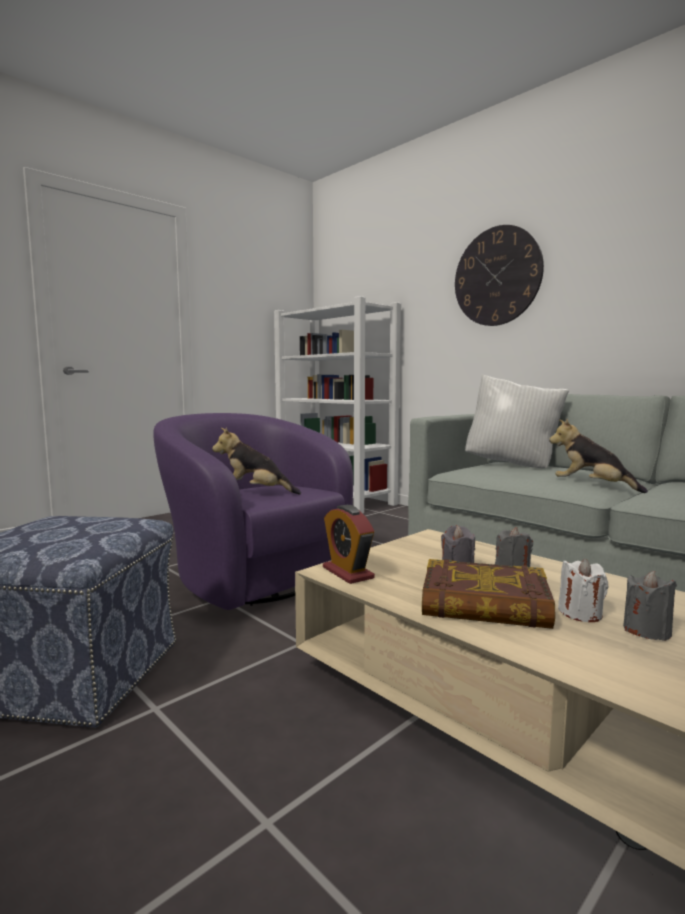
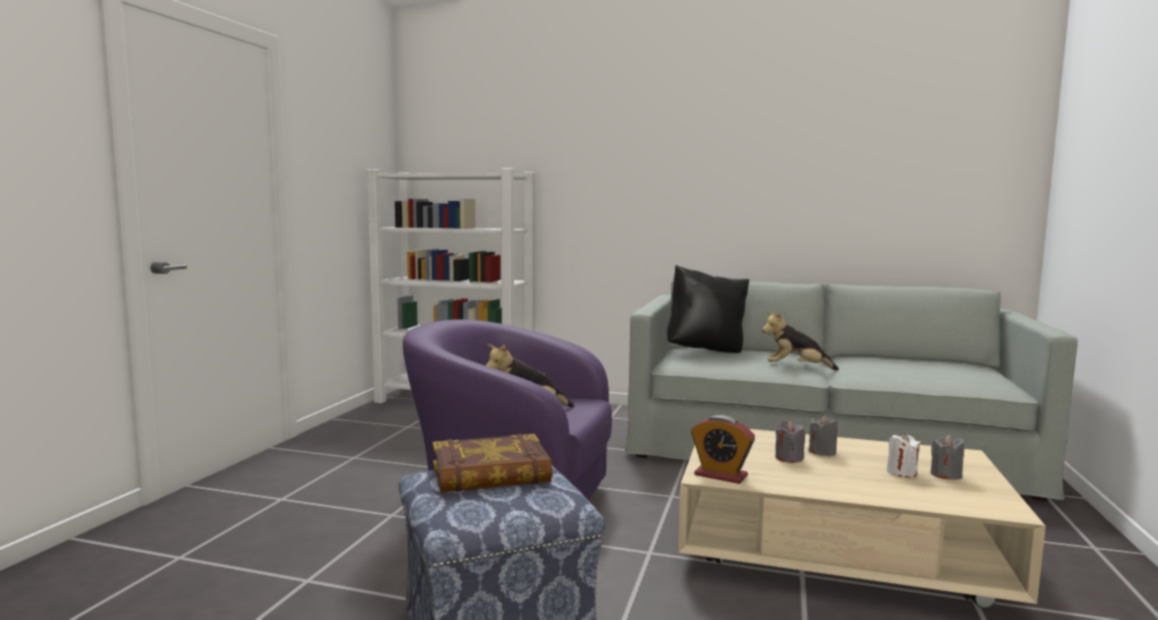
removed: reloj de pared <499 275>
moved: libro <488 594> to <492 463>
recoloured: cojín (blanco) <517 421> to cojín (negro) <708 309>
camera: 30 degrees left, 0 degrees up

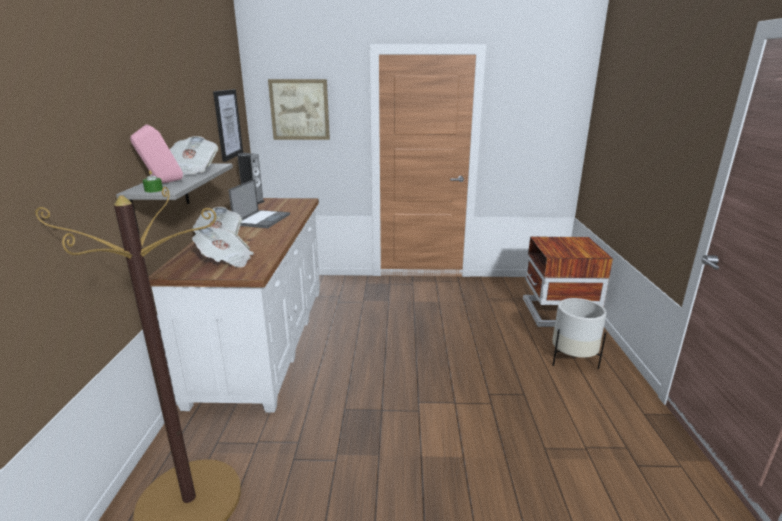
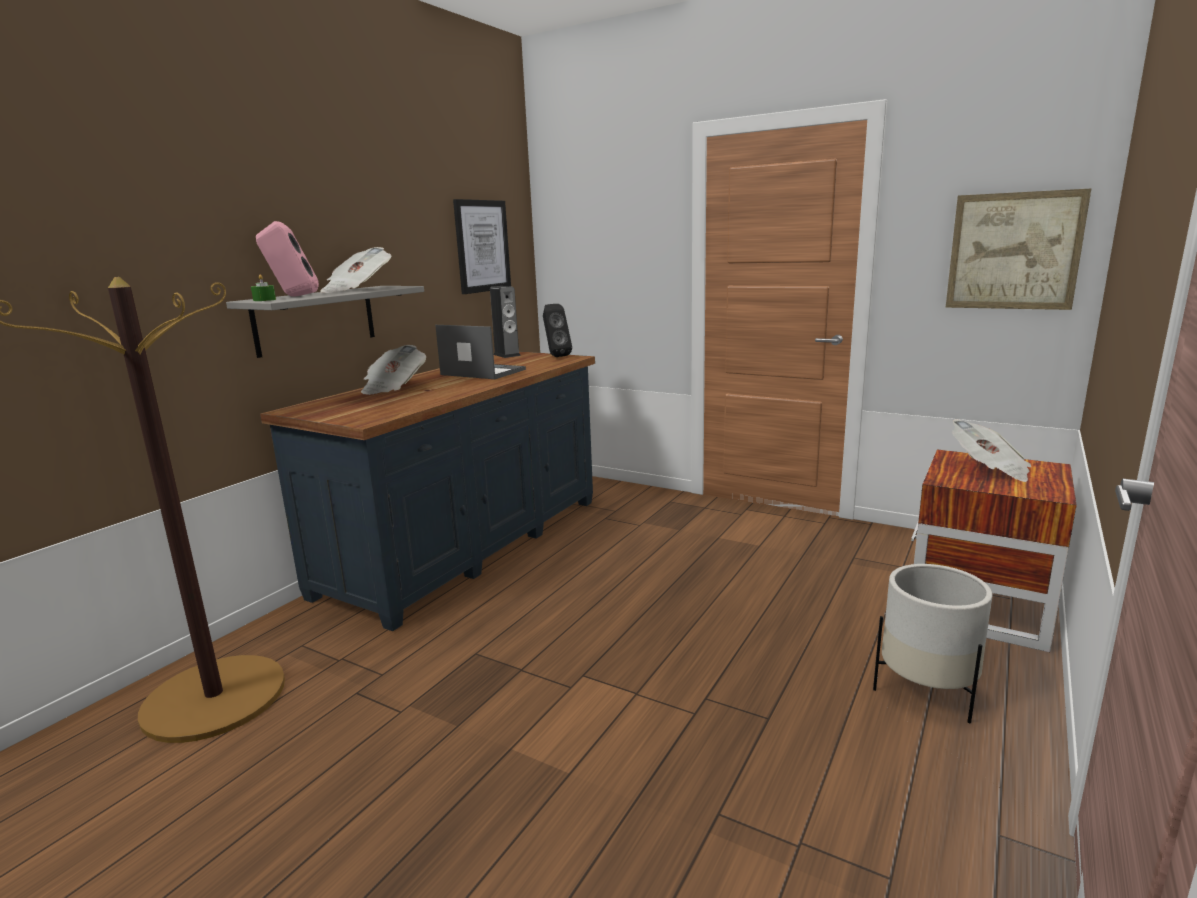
added: altavoz (negro) <557 330>
moved: periódico <223 247> to <991 450>; cuadro <299 109> to <1018 249>
recoloured: cómoda (blanco) <234 305> to cómoda (azul) <427 491>
turned: portátil <259 203> = <480 352> 105 degrees counterclockwise
camera: 30 degrees right, 5 degrees down

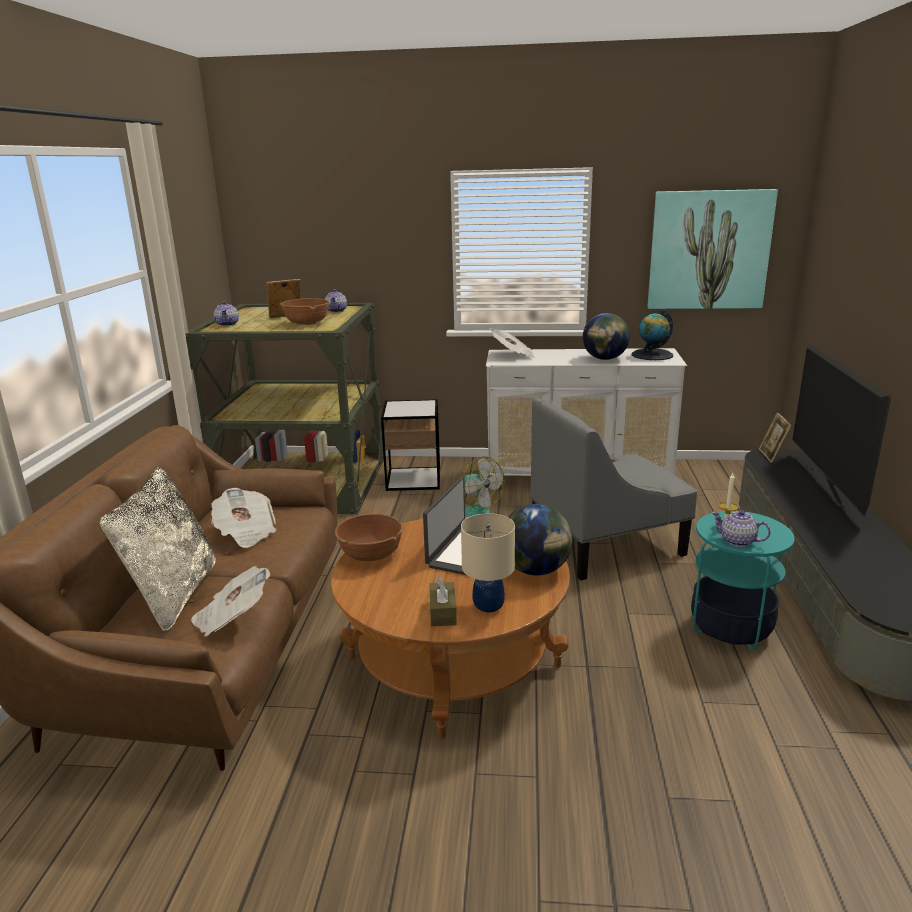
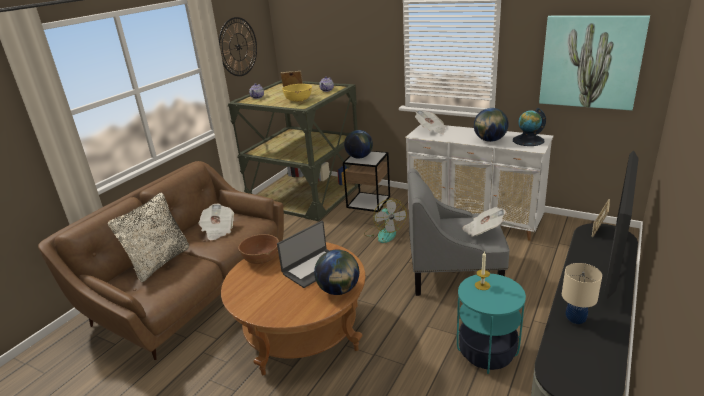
removed: caja de pañuelos (marrón) <443 601>; tetera <741 528>
added: reloj de pared <238 46>; globo terráqueo <358 144>
moved: periódico <230 601> to <484 222>; lámpara de mesa (beis) <488 563> to <582 293>
recoloured: cuenco (marrón) <304 311> to cuenco (amarillo) <297 93>
camera: 25 degrees right, 5 degrees up

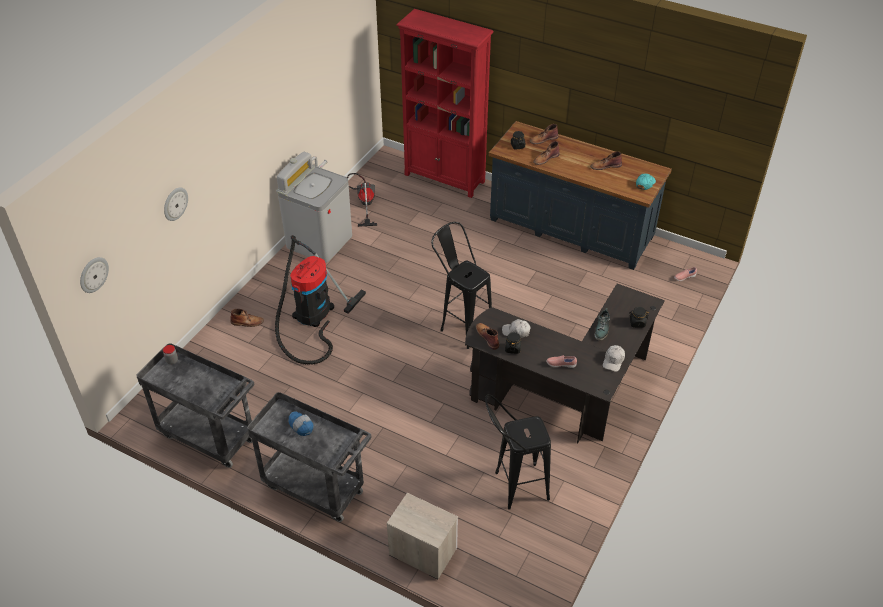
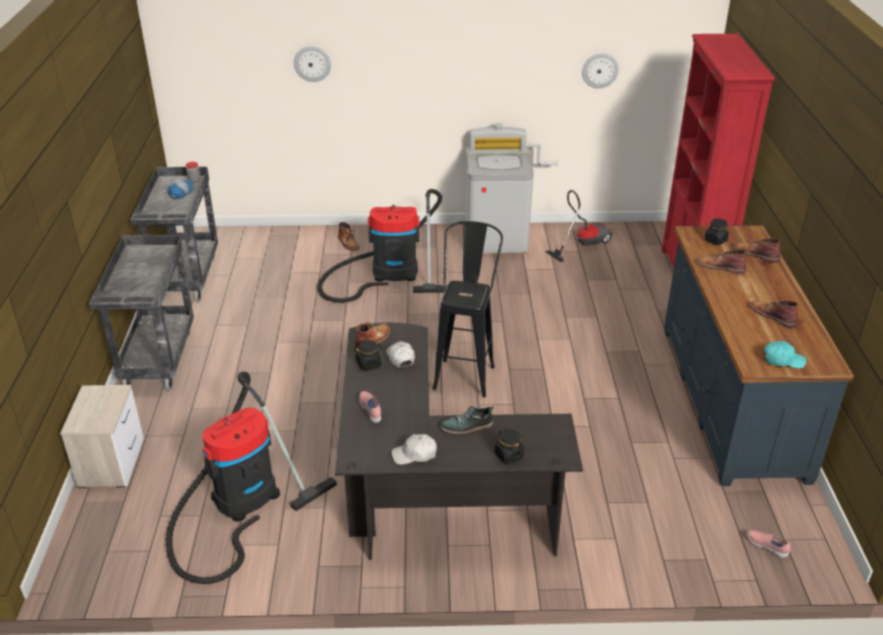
moved: reloj de pared <94 275> to <600 70>; gorra <301 423> to <180 189>
replaced: taburete (negro) <518 451> to aspiradora <251 477>
camera: 60 degrees right, 10 degrees down

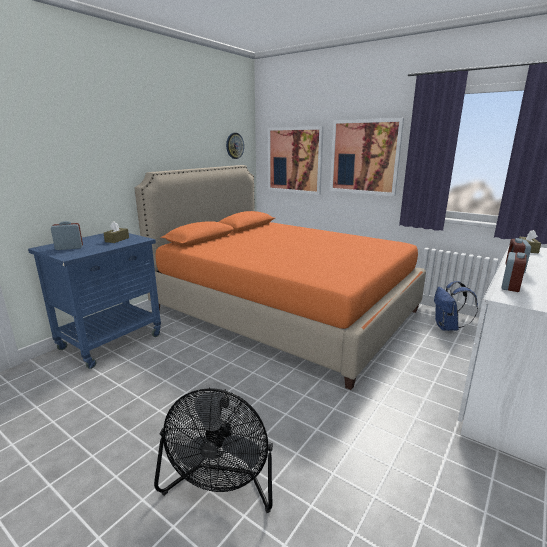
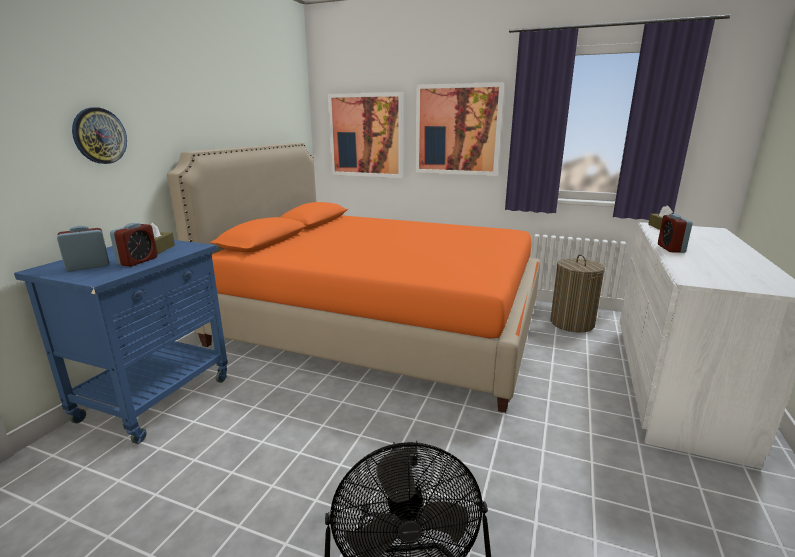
moved: reloj de pared <235 146> to <99 135>; despertador <514 272> to <133 245>
replaced: mochila (azul) <456 306> to cesto de la ropa <577 293>
camera: 15 degrees left, 0 degrees up

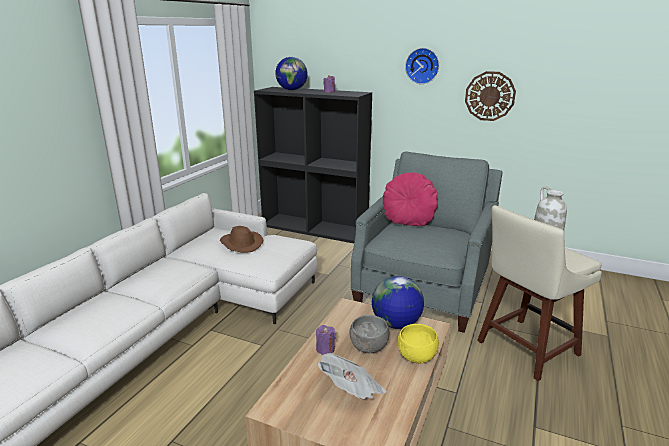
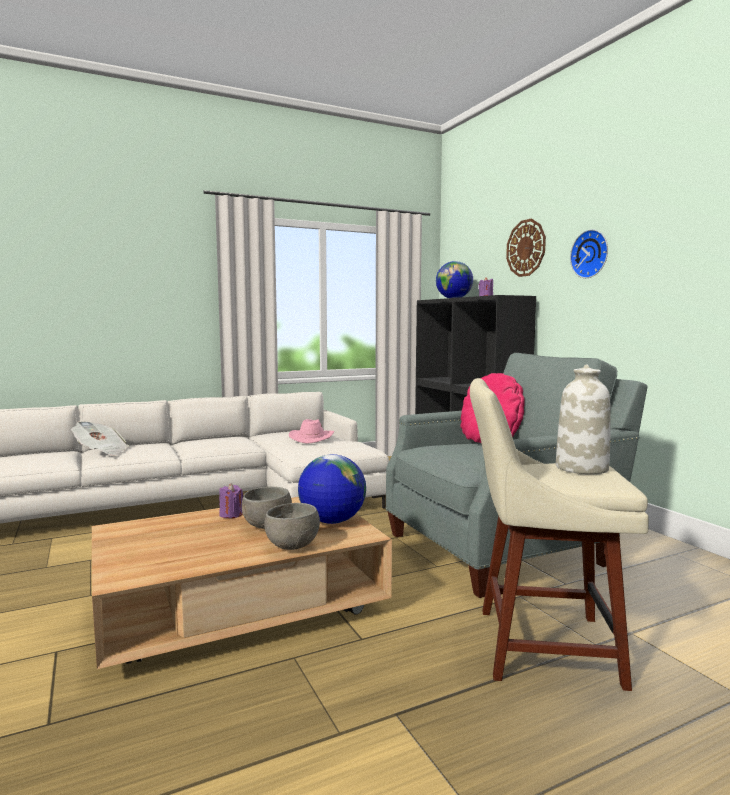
moved: periódico <351 376> to <100 438>; reloj de pared <490 96> to <526 248>
recoloured: sombrero (marrón) <241 239> to sombrero (rosa) <311 431>; cuenco (amarillo) <418 343> to cuenco (gris) <292 526>
camera: 40 degrees right, 15 degrees down

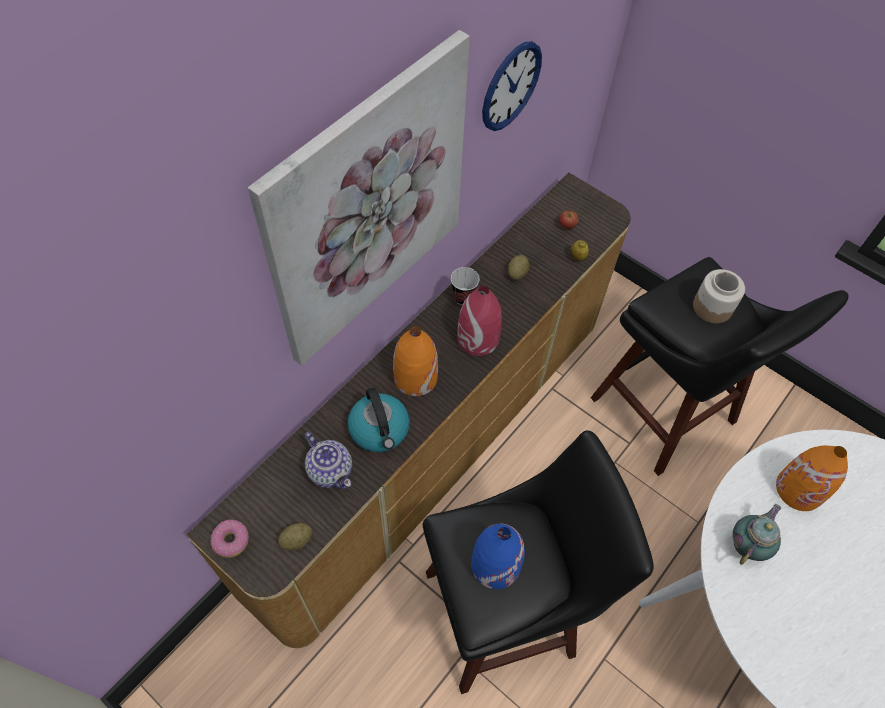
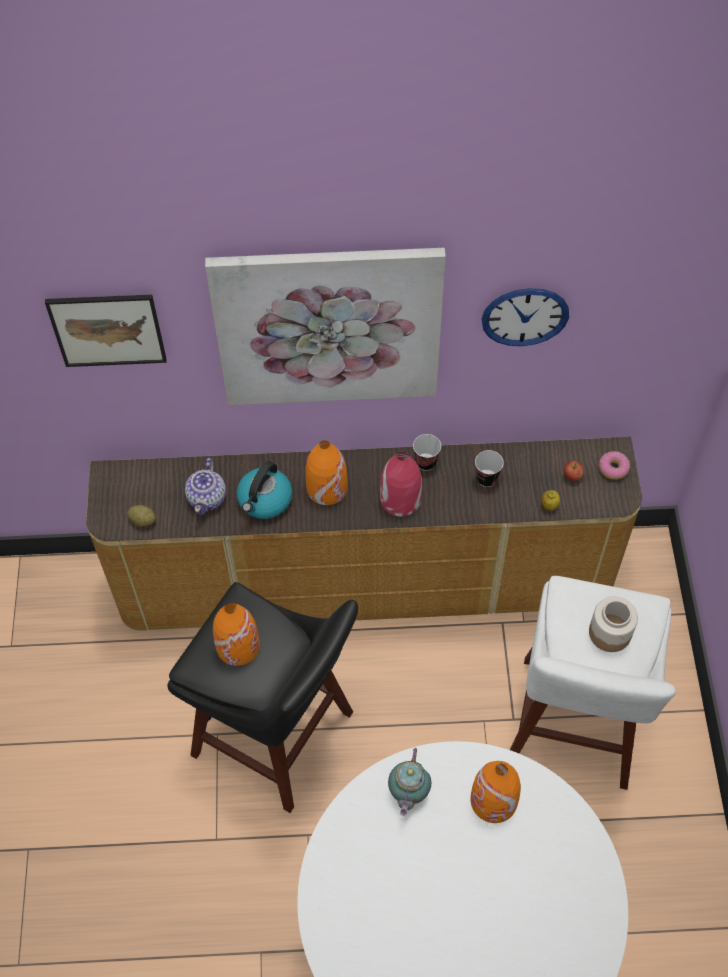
added: cuadro <106 330>
moved: rosquilla <229 539> to <614 465>
replaced: patata <518 267> to taza <489 468>
recoloured: florero (azul) <498 556> to florero (naranja) <236 634>; taburete (negro) <720 366> to taburete (blanco) <593 683>
turned: tetera <757 534> = <409 782> 105 degrees clockwise
camera: 50 degrees right, 0 degrees up

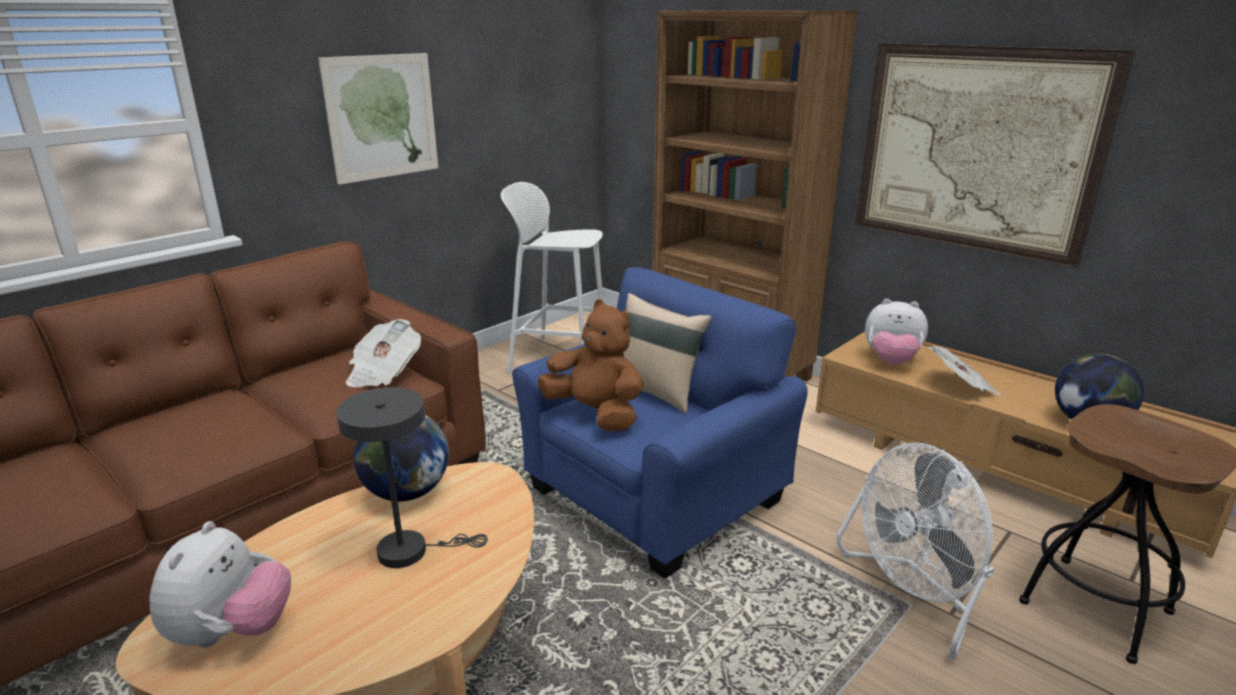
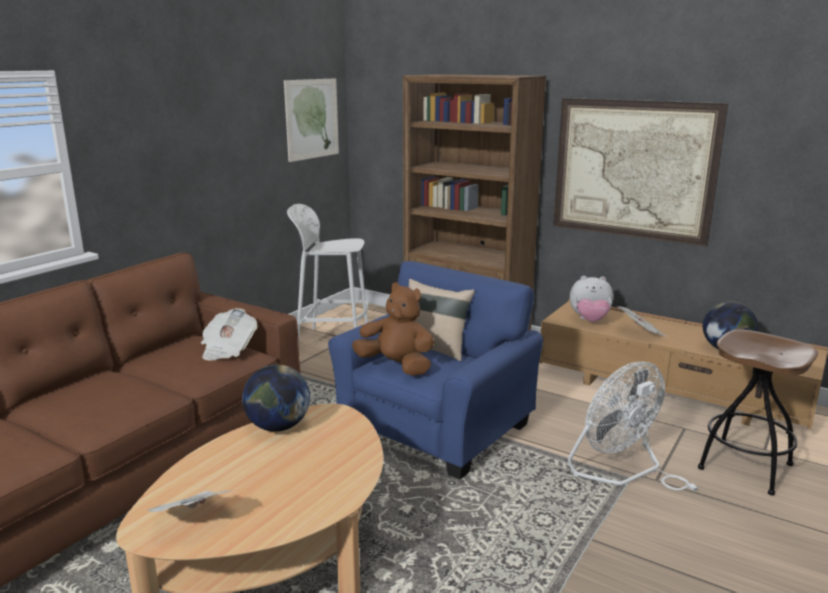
removed: lámpara de mesa (gris) <412 477>
moved: cuadro <378 119> to <311 120>
replaced: peluche <220 584> to periódico <191 501>
turned: ventilador (blanco) <915 551> = <633 426> 90 degrees clockwise
camera: 10 degrees left, 5 degrees down

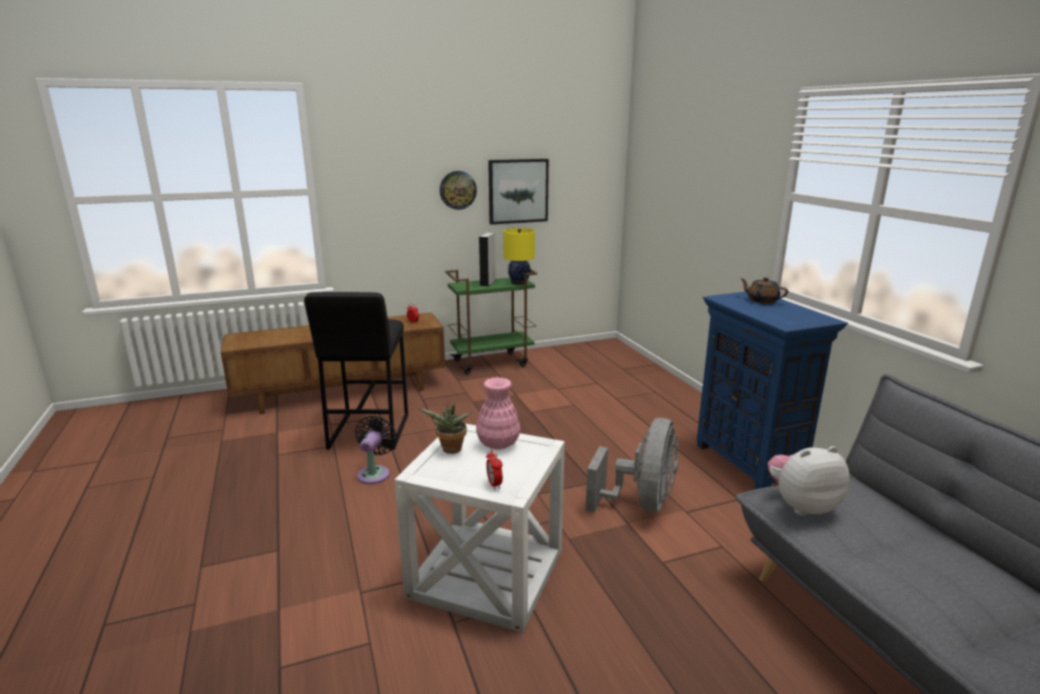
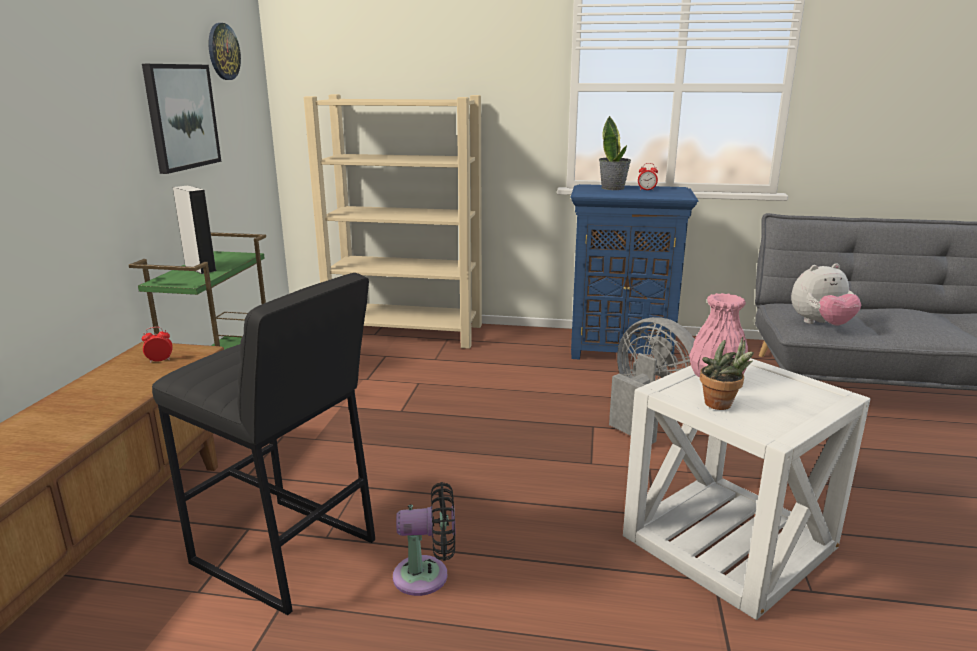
removed: lámpara de mesa (amarillo) <519 256>
added: estantería (beis) <393 221>
moved: reloj de pared <458 190> to <224 51>; despertador <494 469> to <648 176>
replaced: tetera (marrón) <764 290> to planta en maceta <615 152>
turned: ventilador (negro) <376 450> = <424 539> 135 degrees clockwise; peluche <809 481> = <826 294> 120 degrees counterclockwise
camera: 60 degrees left, 0 degrees up

